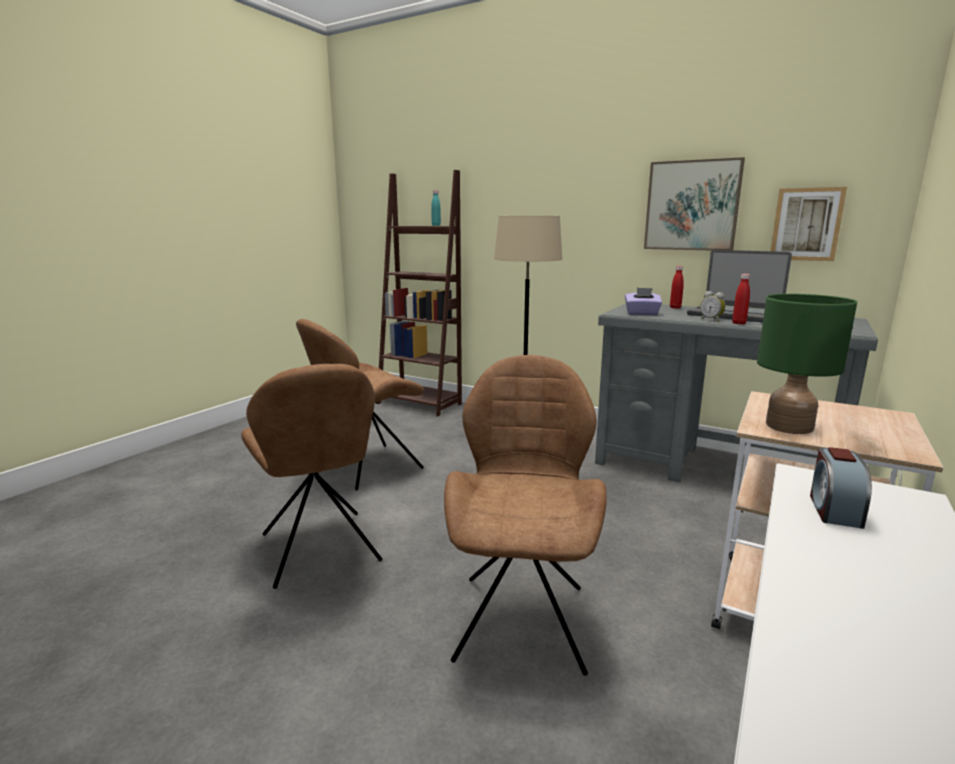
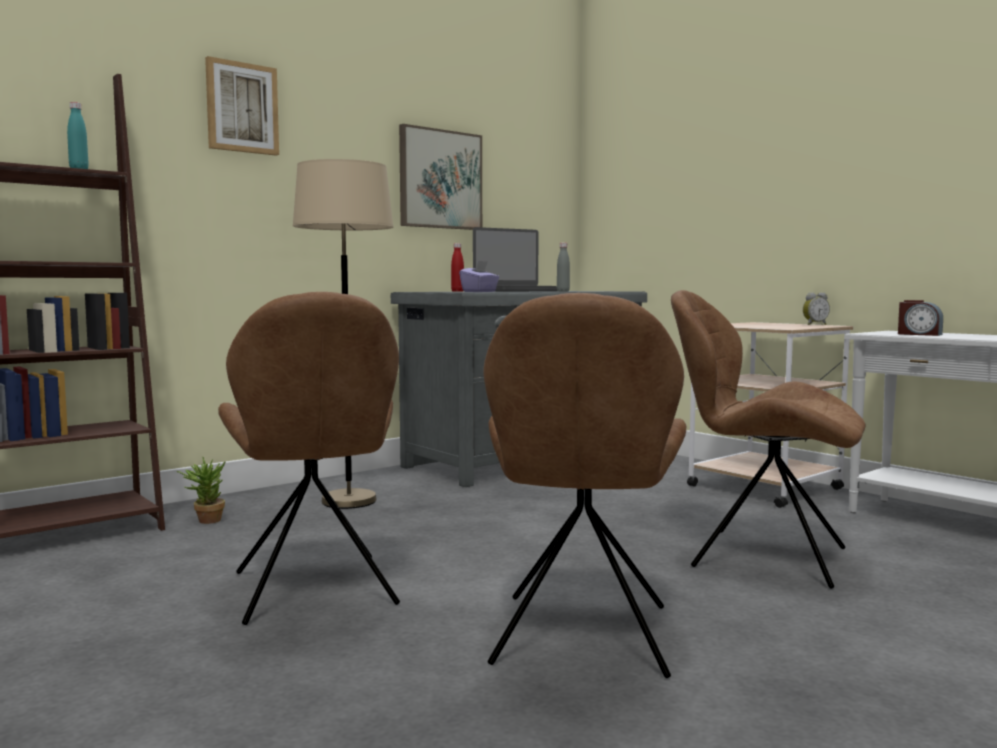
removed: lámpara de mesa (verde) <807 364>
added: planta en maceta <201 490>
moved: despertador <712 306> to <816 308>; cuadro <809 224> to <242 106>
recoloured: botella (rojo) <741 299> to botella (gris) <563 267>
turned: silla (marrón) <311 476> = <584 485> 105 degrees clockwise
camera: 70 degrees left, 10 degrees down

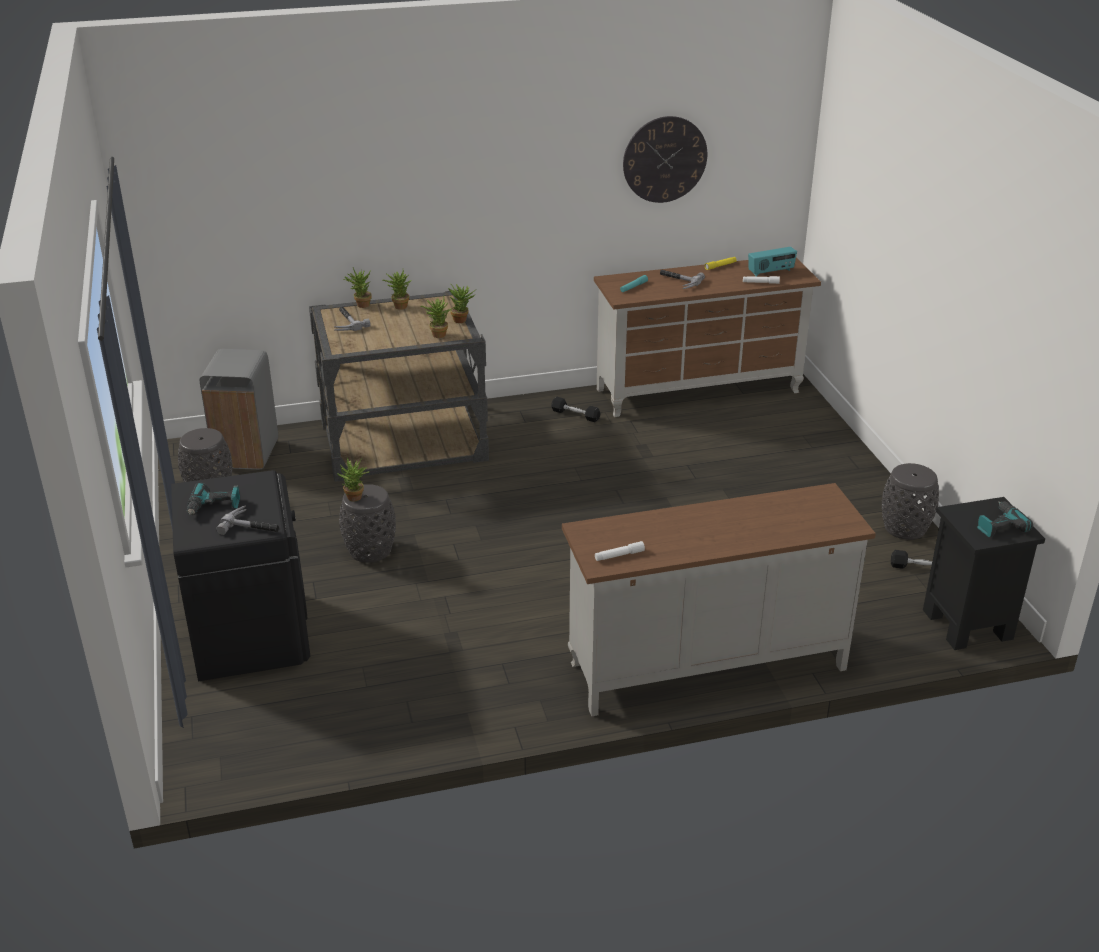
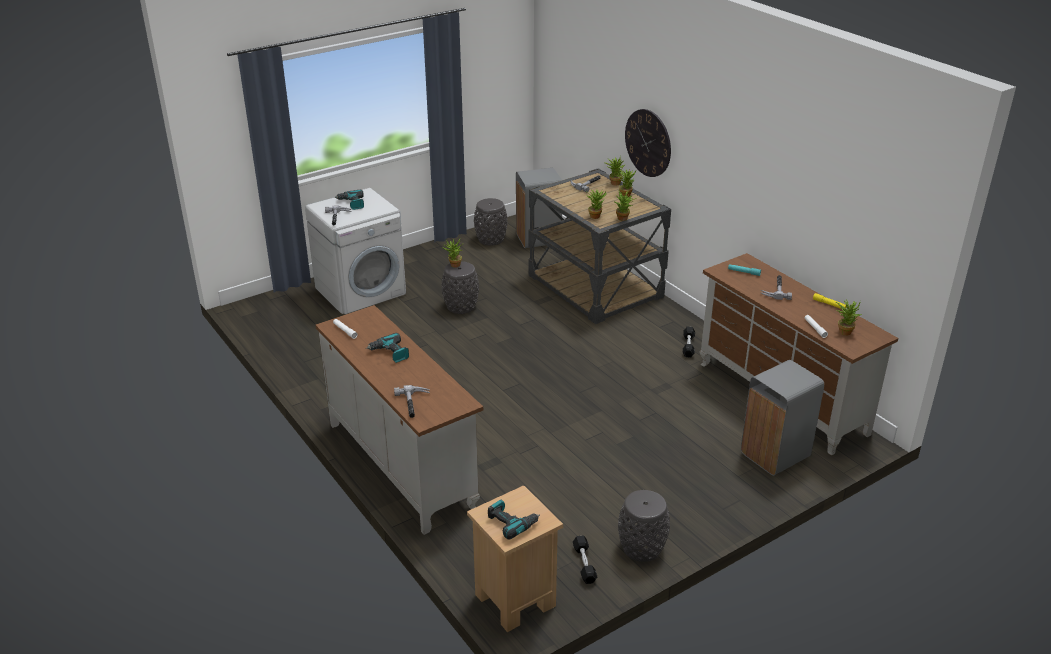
added: taladro <387 348>; martillo <412 401>; papelera (gris) <782 418>
moved: reloj de pared <665 159> to <648 143>
replaced: radio <772 261> to planta en maceta <849 317>
recoloured: lavadora (negro) <240 575> to lavadora (blanco) <355 251>; mesita de noche (negro) <984 573> to mesita de noche (beis) <515 558>
camera: 70 degrees right, 0 degrees up

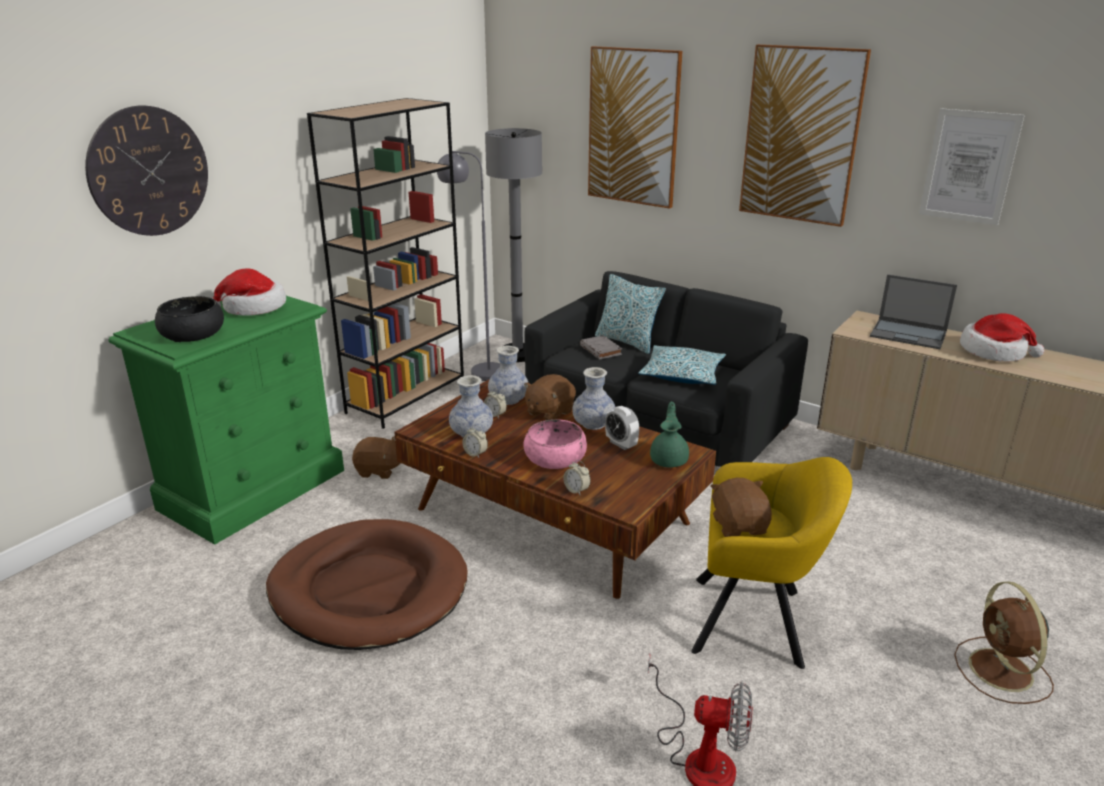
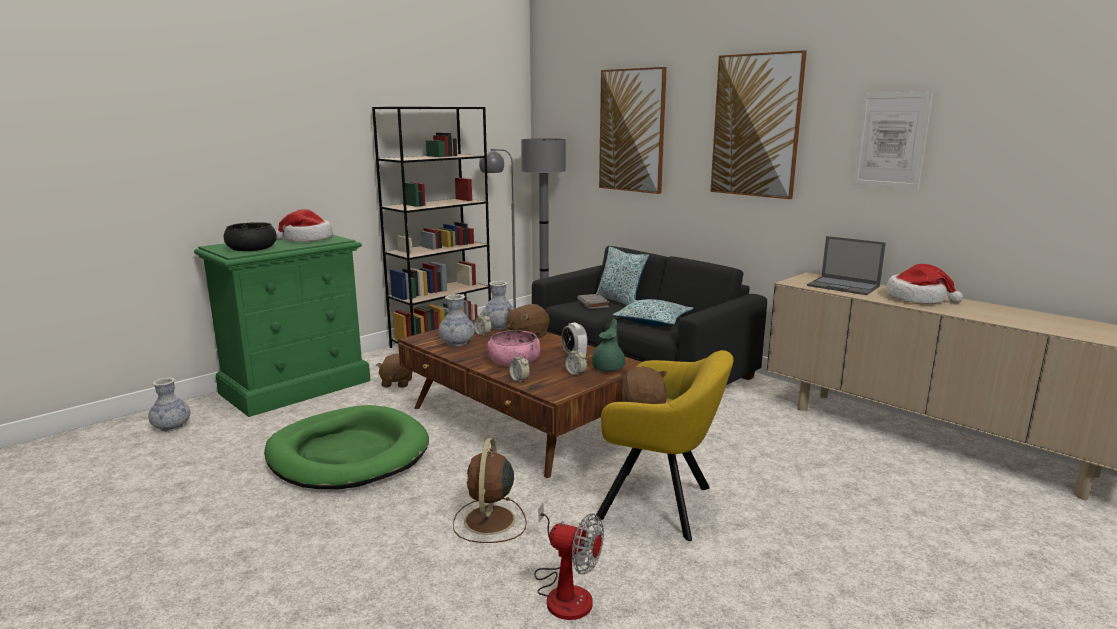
removed: reloj de pared <146 171>
moved: despertador <475 441> to <576 362>; florero <593 398> to <169 404>; ventilador (marrón) <1004 643> to <490 490>
recoloured: cama para perro (marrón) <367 584> to cama para perro (verde) <346 447>
turned: peluche (marrón) <376 457> = <395 370> 75 degrees clockwise
camera: 10 degrees right, 10 degrees down

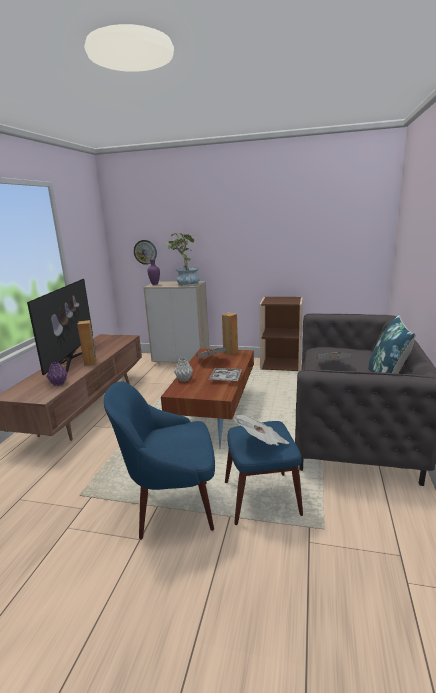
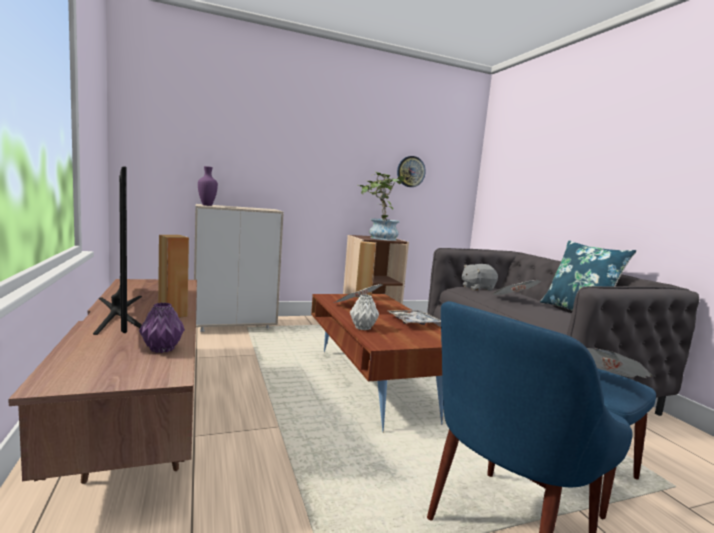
added: peluche (gris) <479 277>
moved: reloj de pared <145 252> to <411 171>; planta en maceta <182 259> to <382 206>
camera: 35 degrees left, 10 degrees down

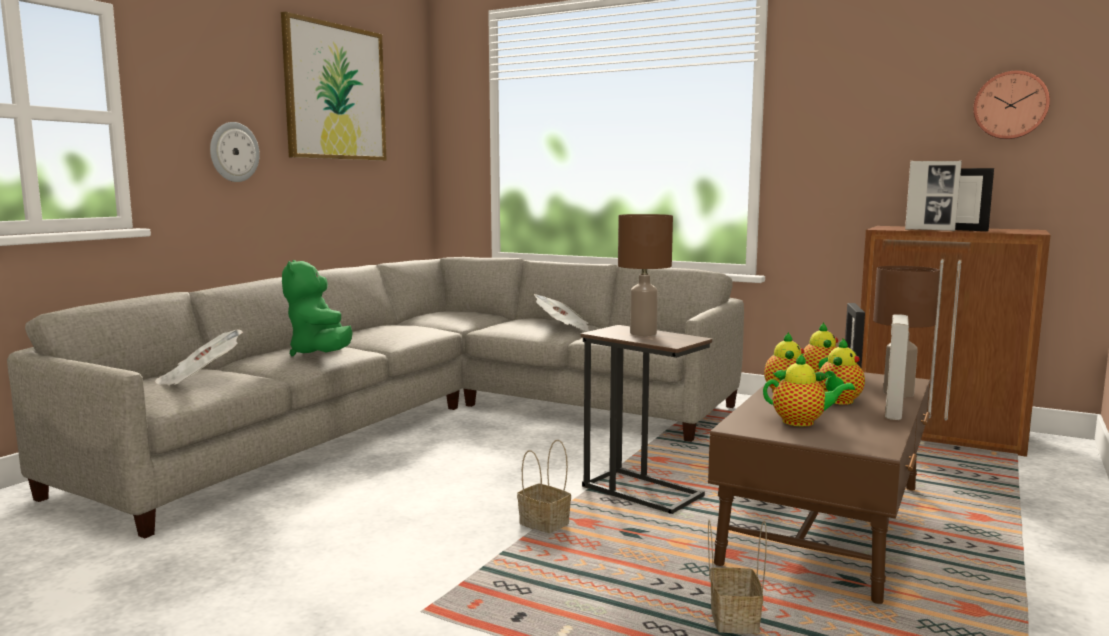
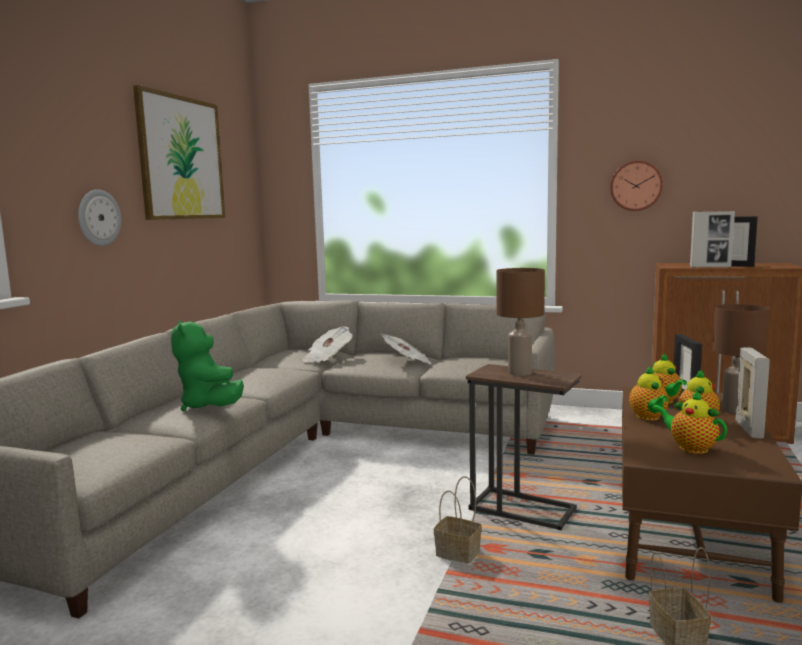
moved: periódico <199 357> to <327 344>; reloj de pared <1011 105> to <636 186>
turned: tetera <809 390> = <689 421> 135 degrees counterclockwise
camera: 10 degrees left, 0 degrees up

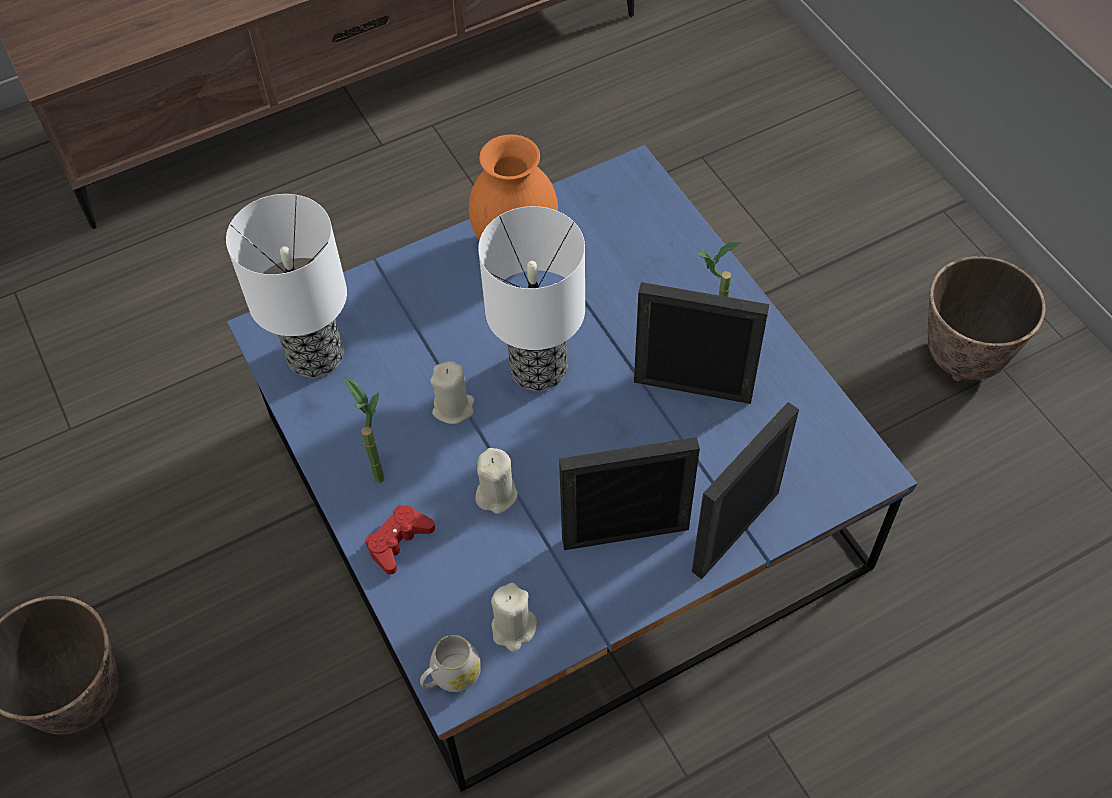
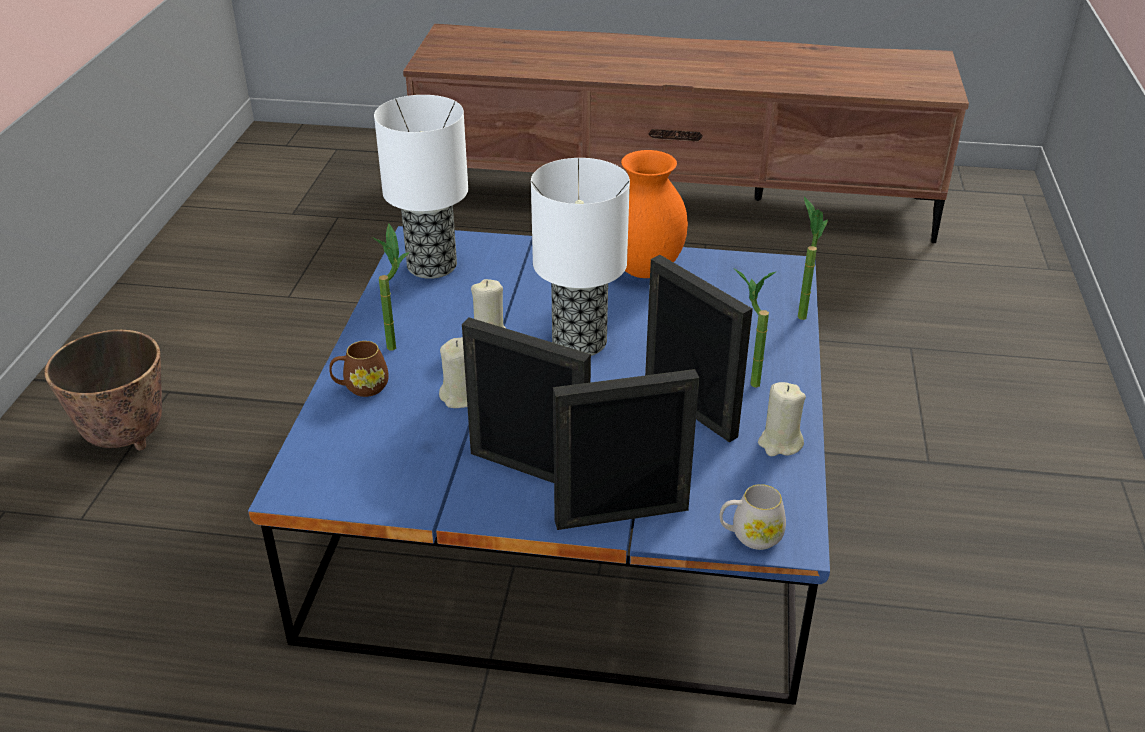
removed: maceta <987 319>
added: planta en maceta <813 258>
moved: taza grande (blanco) <450 663> to <753 517>; vela (beis) <514 617> to <782 419>
replaced: mando de consola (rojo) <400 540> to taza grande (marrón) <358 369>
camera: 35 degrees right, 20 degrees down

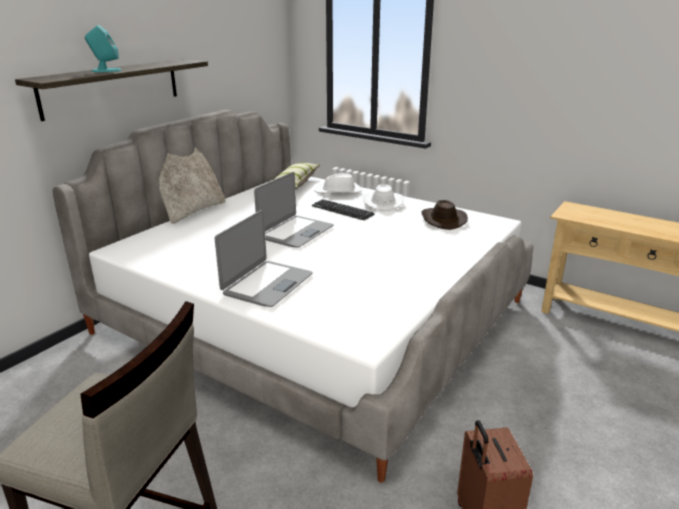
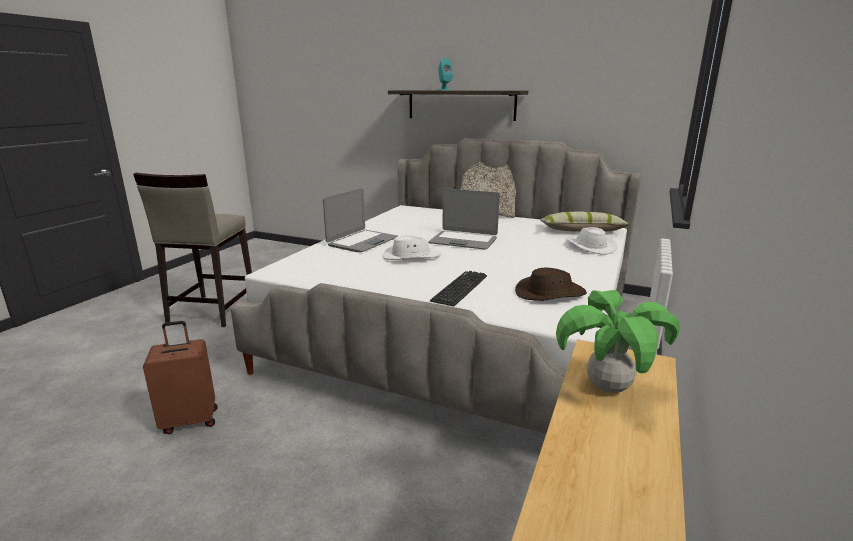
added: planta en maceta <618 341>
moved: teclado <343 209> to <458 288>; sombrero (blanco) <383 197> to <411 247>
turned: portátil <264 258> = <360 220> 75 degrees counterclockwise
camera: 80 degrees right, 5 degrees down

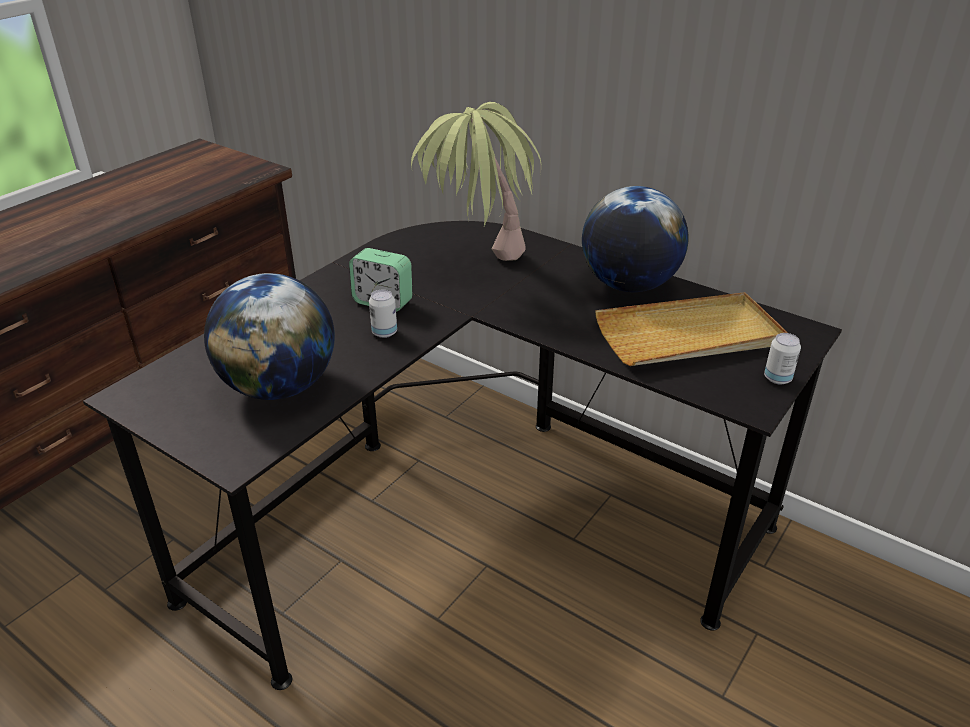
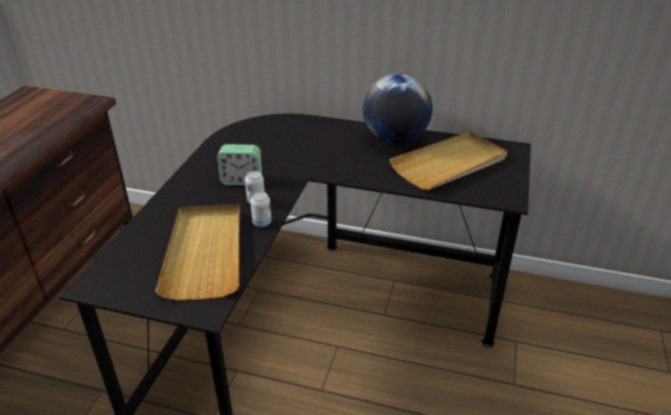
removed: planta en maceta <476 181>
moved: lata <782 359> to <261 209>
replaced: globo terráqueo <269 336> to bandeja (beis) <197 252>
camera: 20 degrees left, 0 degrees up

